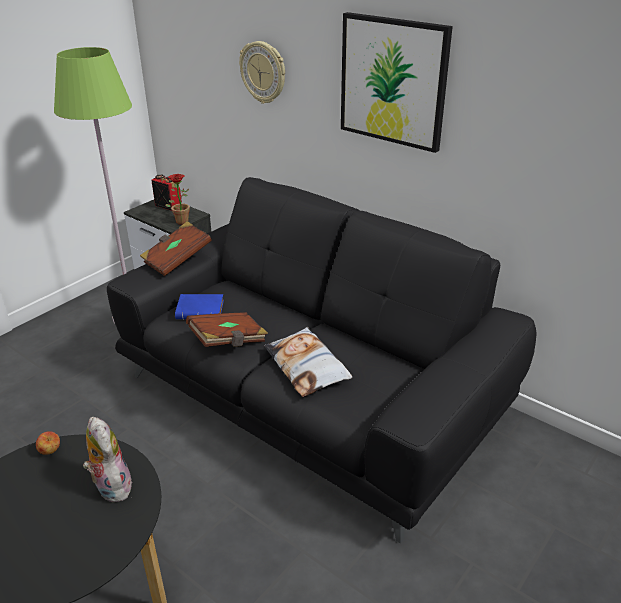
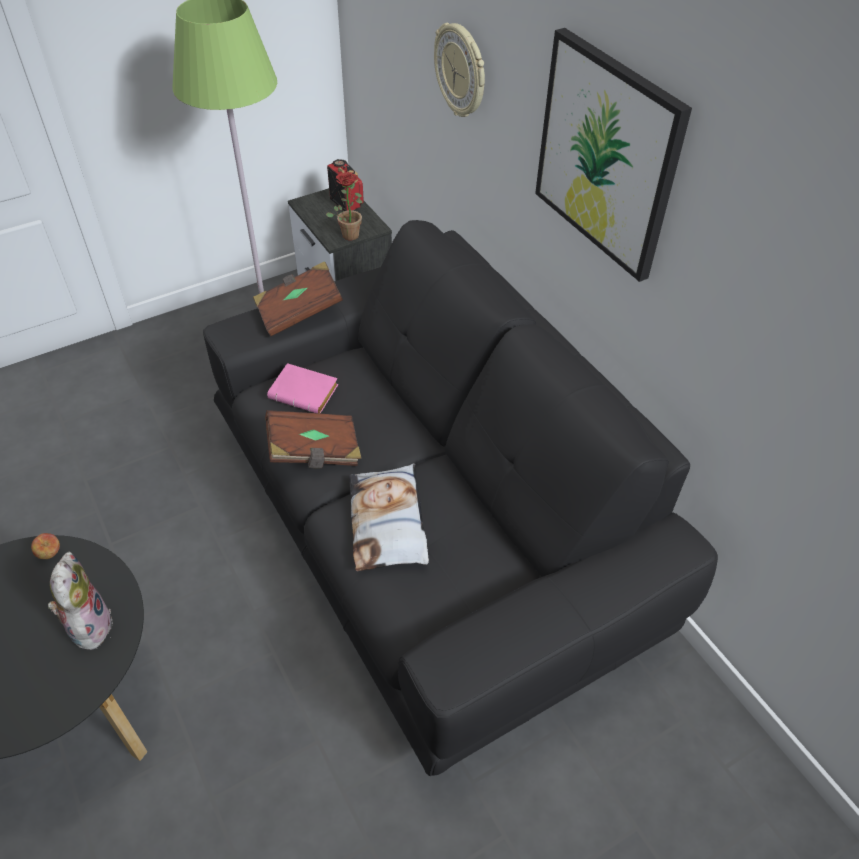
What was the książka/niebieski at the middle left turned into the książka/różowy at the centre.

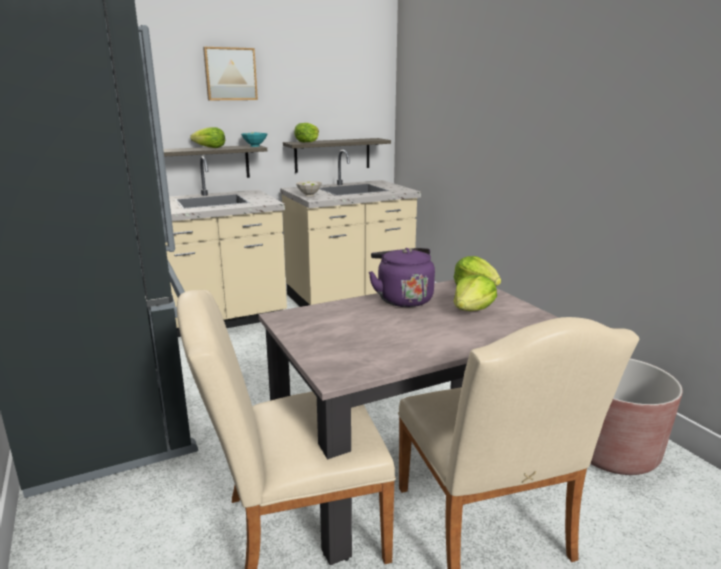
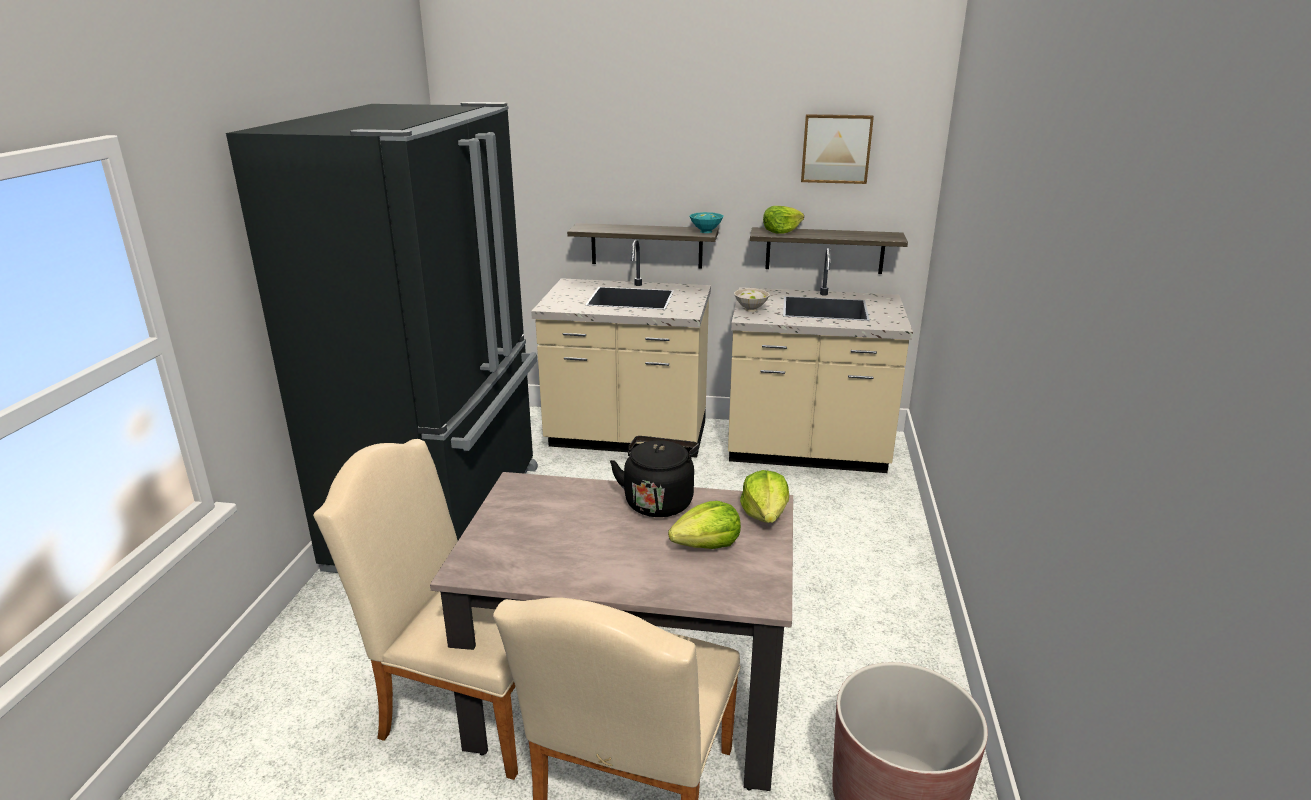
The second view lost the sałata (1st from left) at the top left.
The obraz ended up elsewhere, having gone from the top left to the top centre.
What was the czajnik/fioletowy at the centre turned into the czajnik/czarny at the centre.

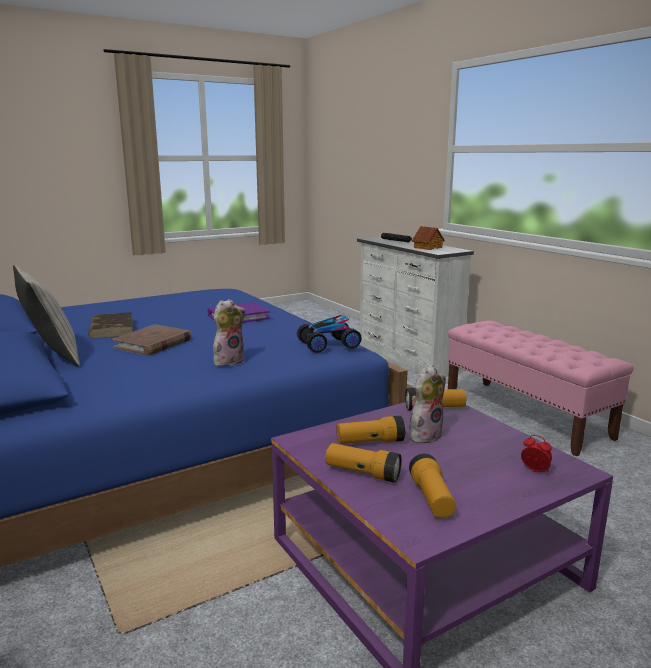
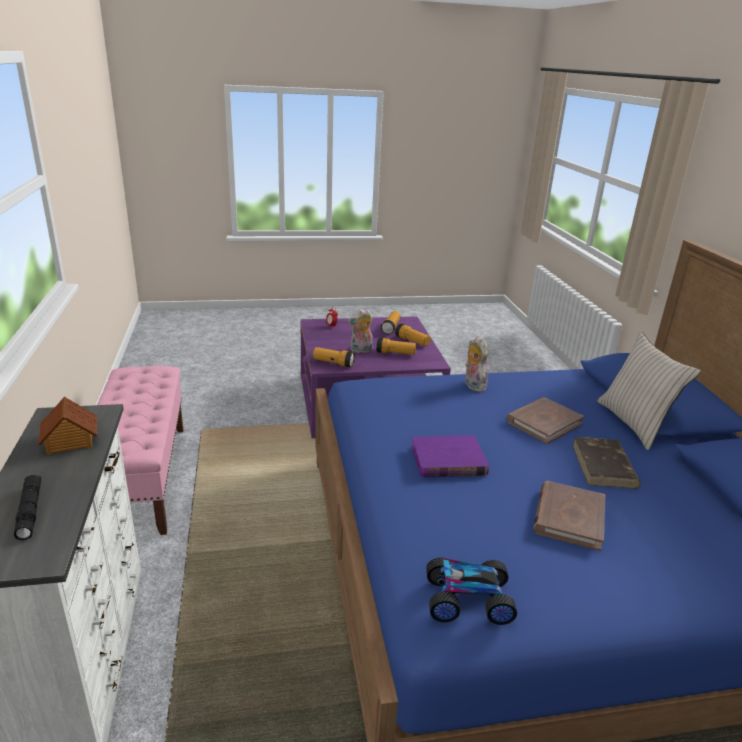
The second view gained the książka/brązowy (2nd from left) at the bottom right.
The samochodzik ended up elsewhere, having gone from the centre to the bottom centre.
The pluszak (1st from left in the first image) at the centre ended up facing another way, 90 degrees clockwise from before.

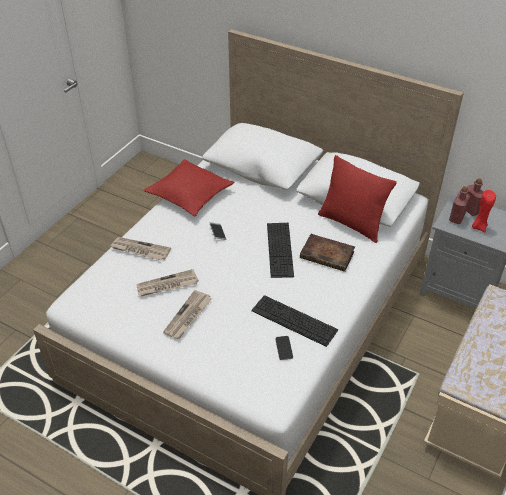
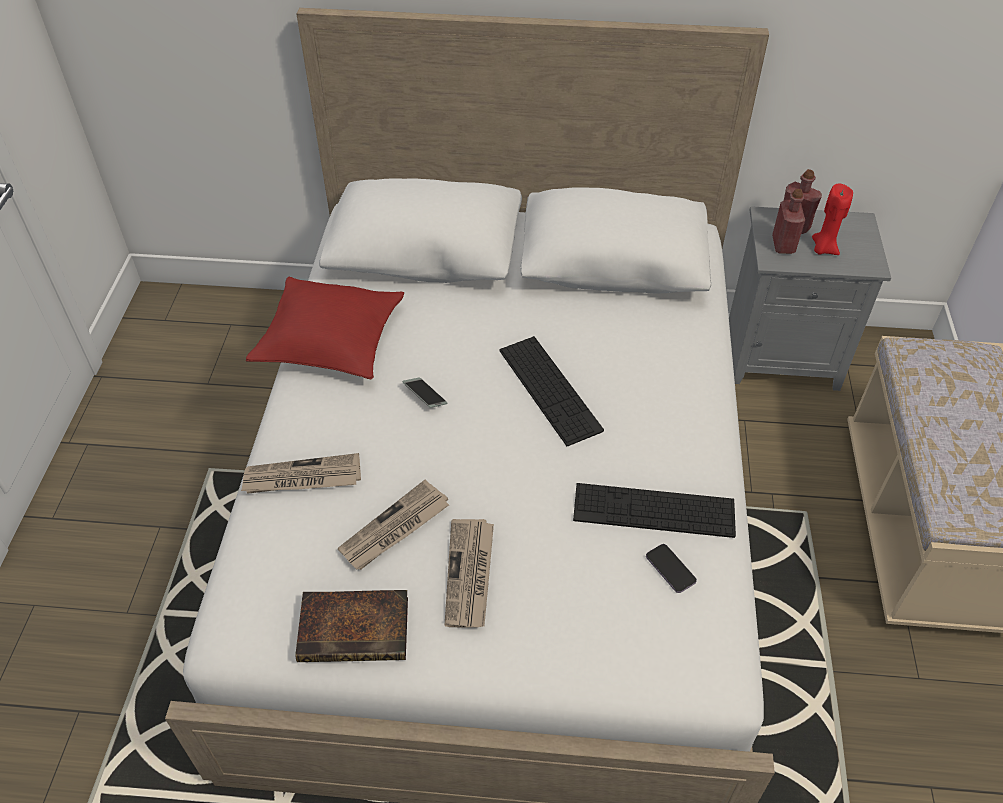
The second view lost the poduszka/czerwony (2nd from left) at the middle right.
The książka ended up elsewhere, having gone from the centre to the bottom centre.

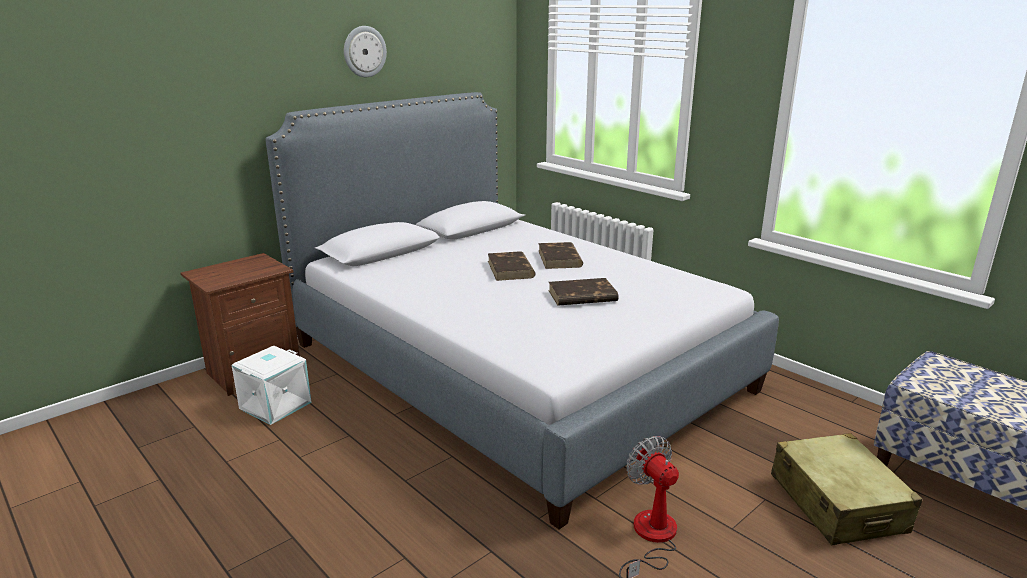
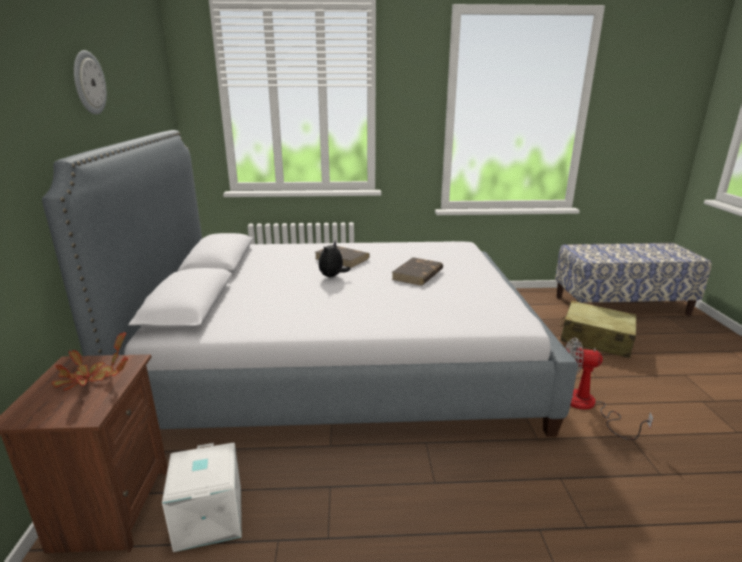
The second view gained the roślina doniczkowa at the middle left.
Where the książka/brązowy (1st from left) stood at the centre, the pluszak came to stand at the centre.

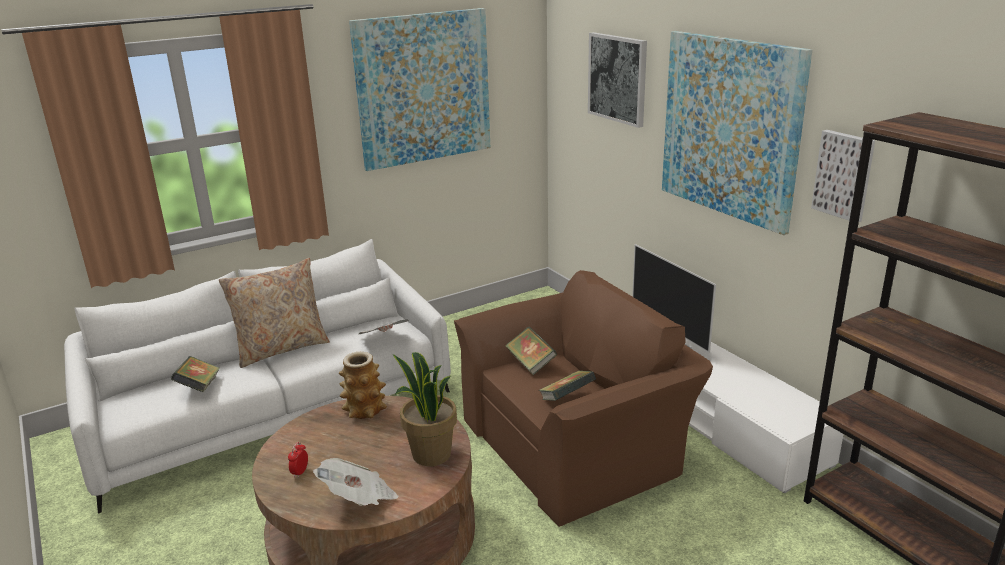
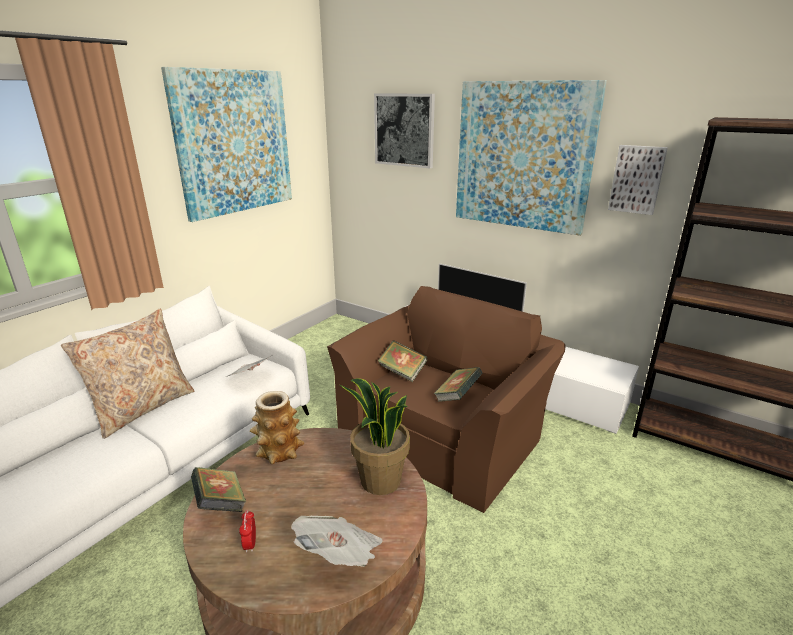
The książka (1st from left) ended up elsewhere, having gone from the middle left to the bottom left.

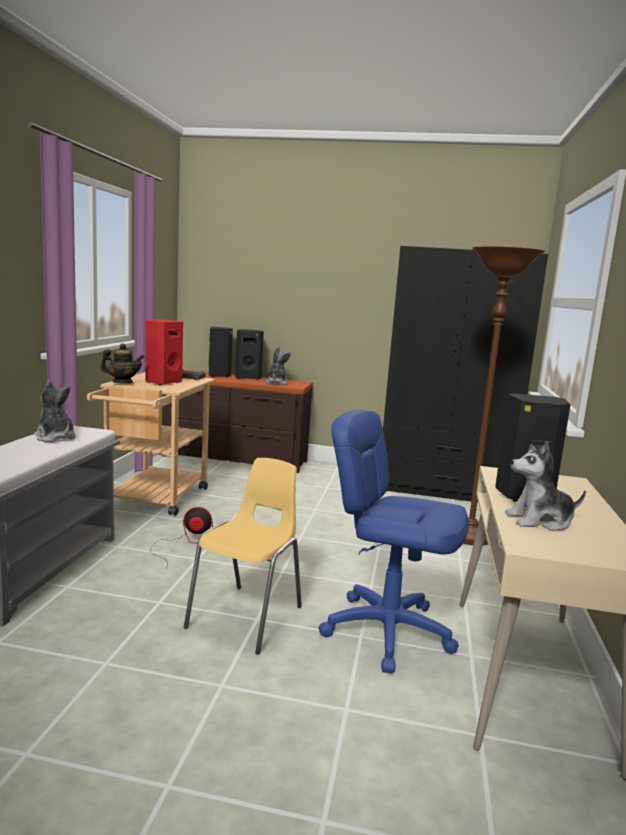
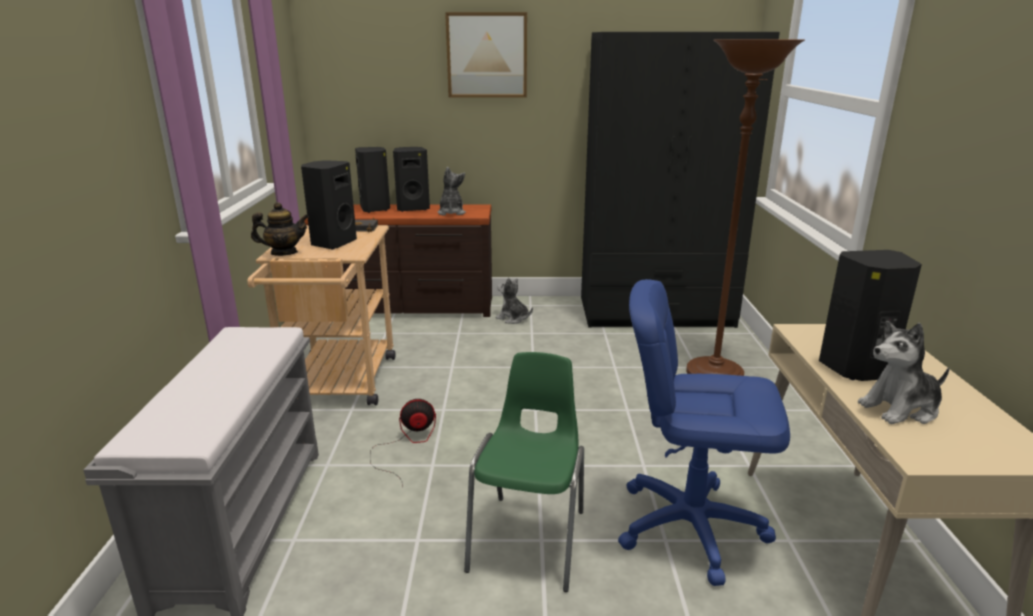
The second view gained the obraz at the top centre.
The pluszak (1st from left in the first image) ended up elsewhere, having gone from the middle left to the centre.
What was the głośnik/czerwony at the middle left turned into the głośnik/czarny (1st from left) at the top left.
What was the krzesło/żółty at the centre turned into the krzesło/zielony at the bottom centre.

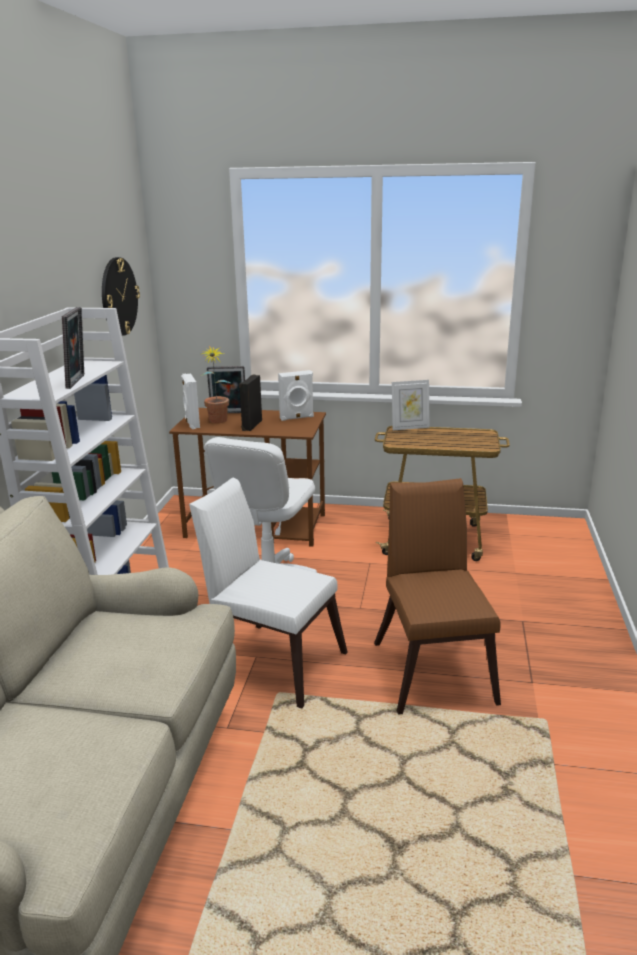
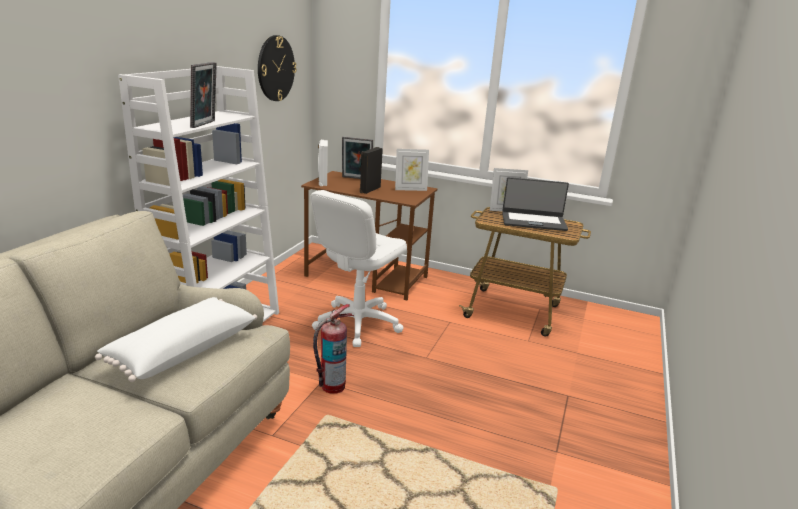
The second view lost the roślina doniczkowa at the centre.
The second view lost the krzesło/brązowy at the middle right.
The second view gained the poduszka/biały at the middle left.
The second view gained the laptop at the middle right.
Where the krzesło/biały stood at the centre, the gaśnica came to stand at the bottom centre.
Where the głośnik/biały (2nd from left) stood at the centre, the ramka na zdjęcie (3rd from left) came to stand at the centre.

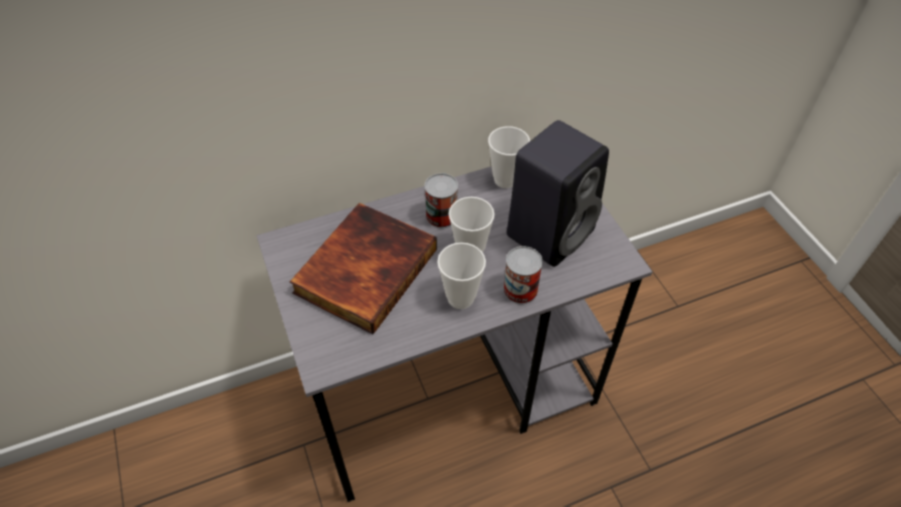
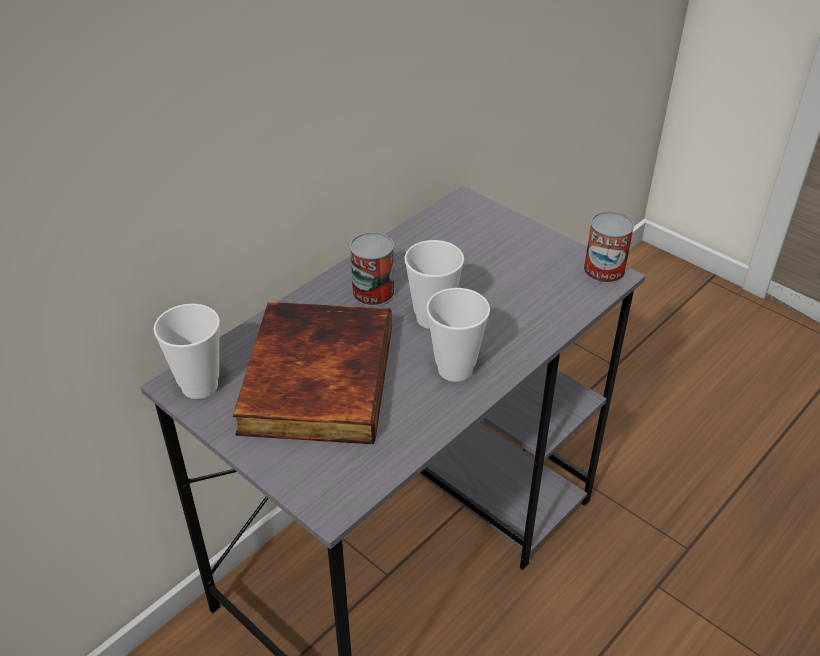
The second view lost the głośnik/czarny at the centre.
The filiżanka (3rd from left in the first image) ended up elsewhere, having gone from the top centre to the middle left.
The puszka (2nd from left) ended up elsewhere, having gone from the centre to the middle right.

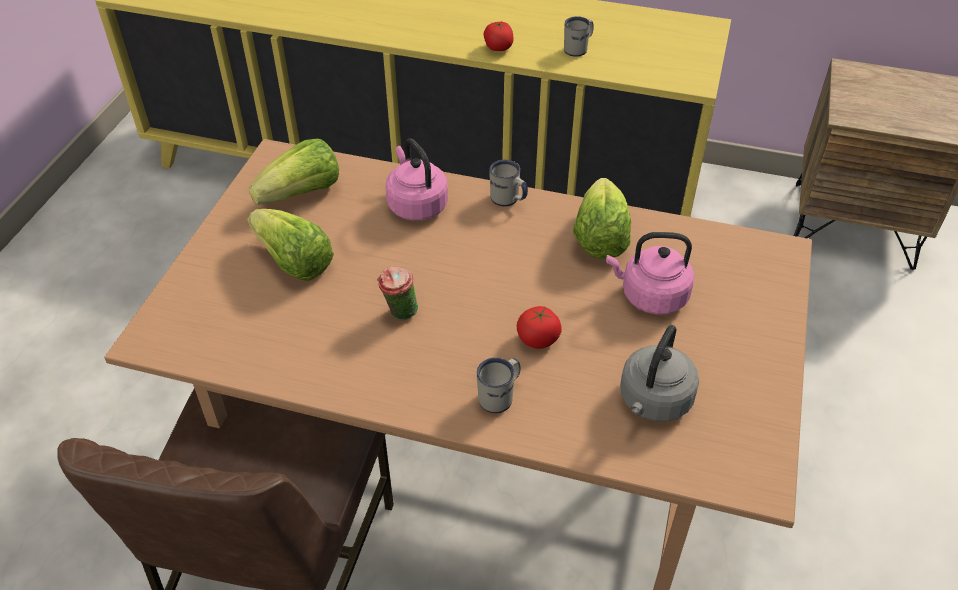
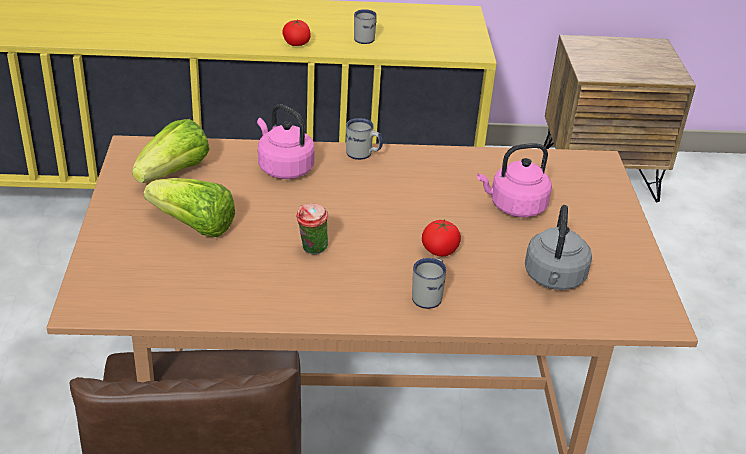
The second view lost the sałata (3rd from left) at the centre.

